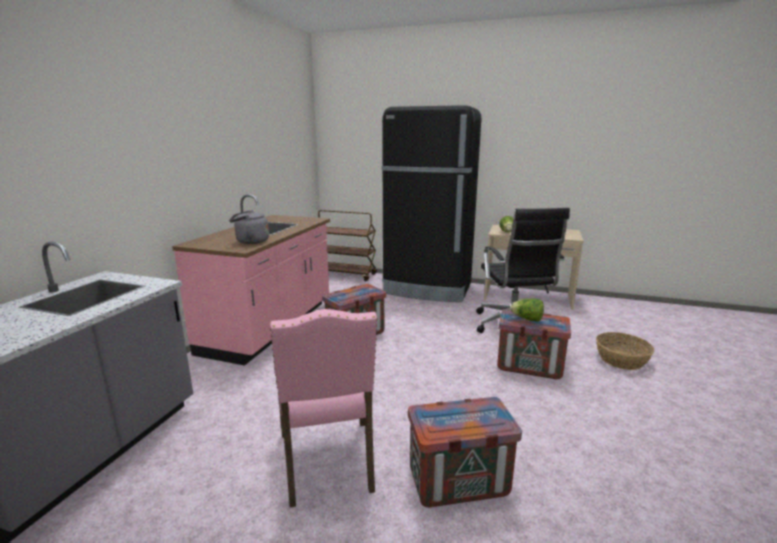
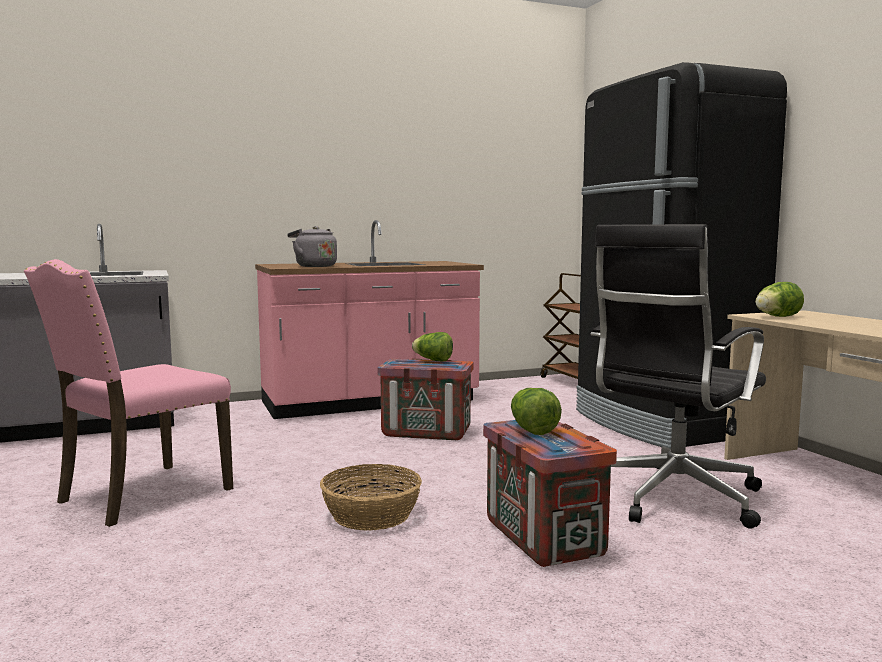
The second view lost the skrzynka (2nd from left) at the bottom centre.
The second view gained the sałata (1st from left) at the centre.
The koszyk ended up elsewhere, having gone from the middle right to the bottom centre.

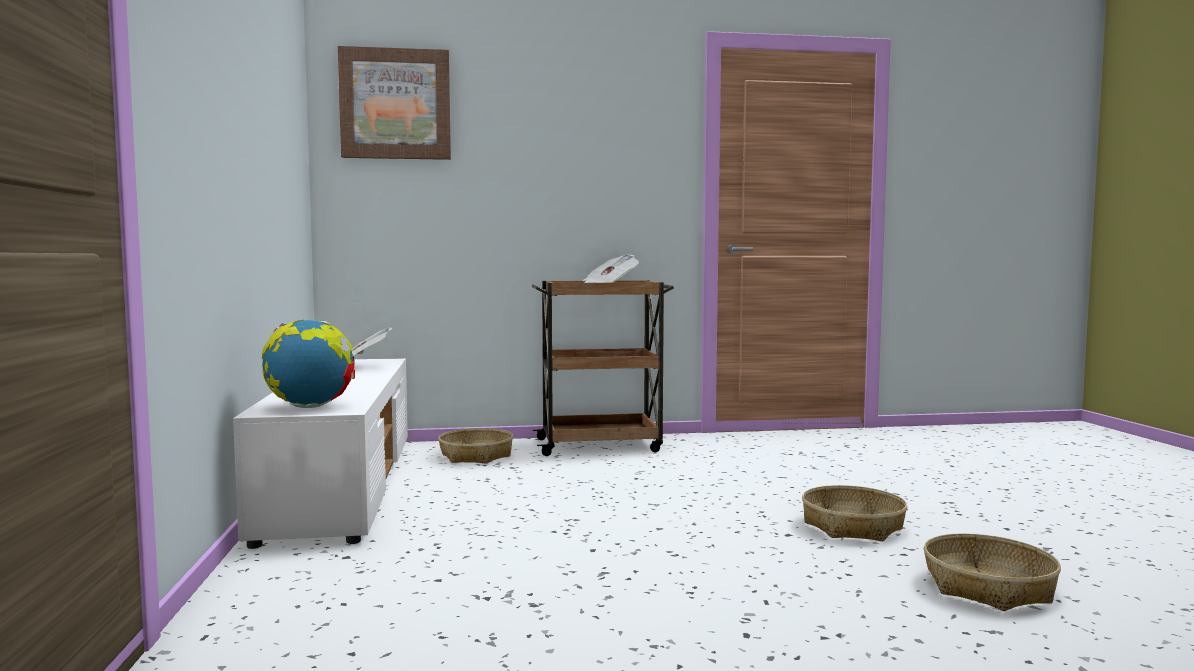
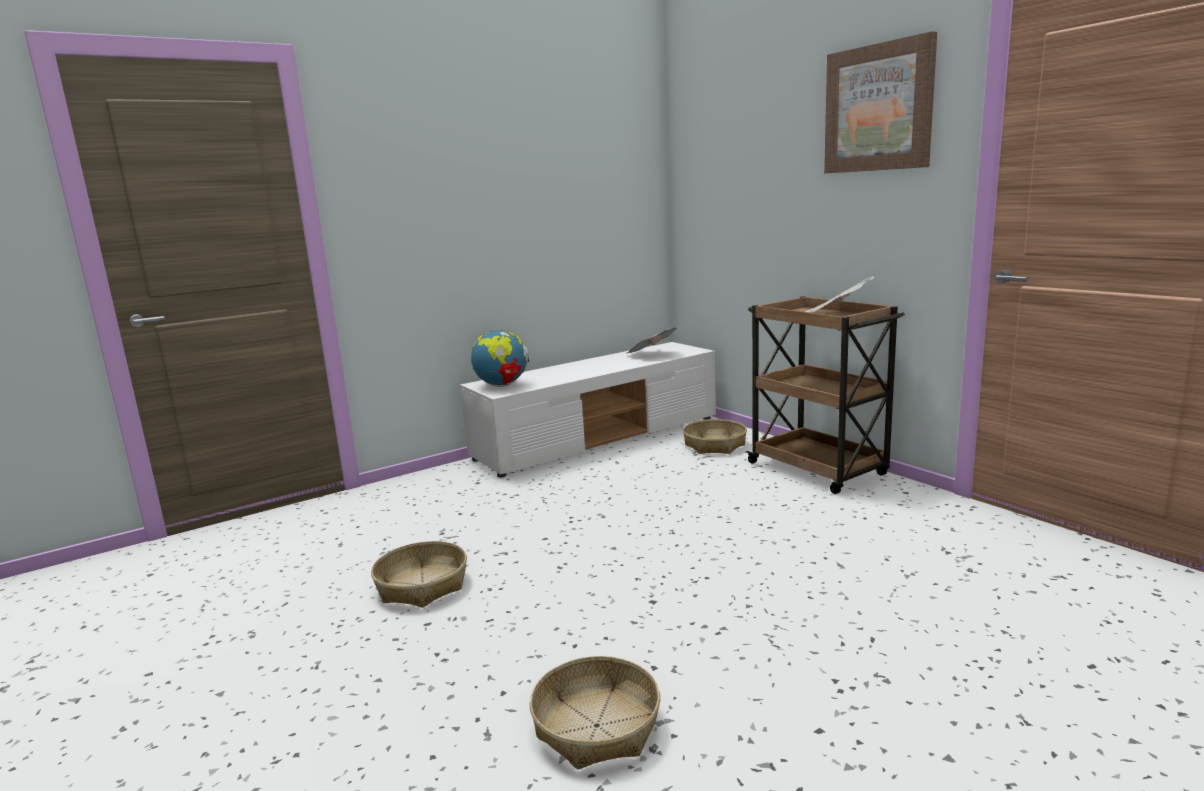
The obraz ended up elsewhere, having gone from the top left to the top right.
The koszyk (2nd from left in the first image) ended up elsewhere, having gone from the bottom right to the bottom centre.

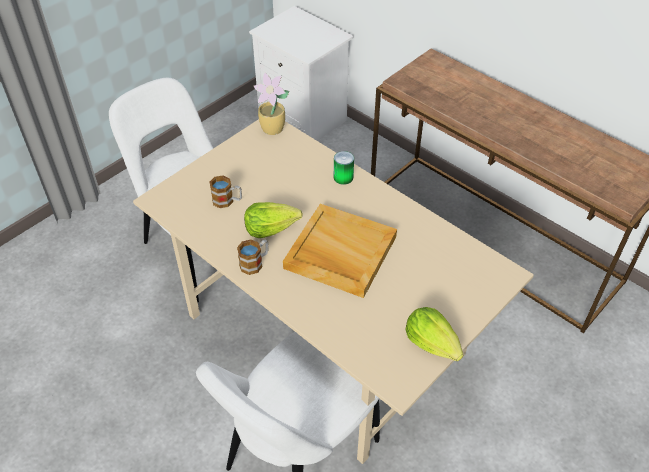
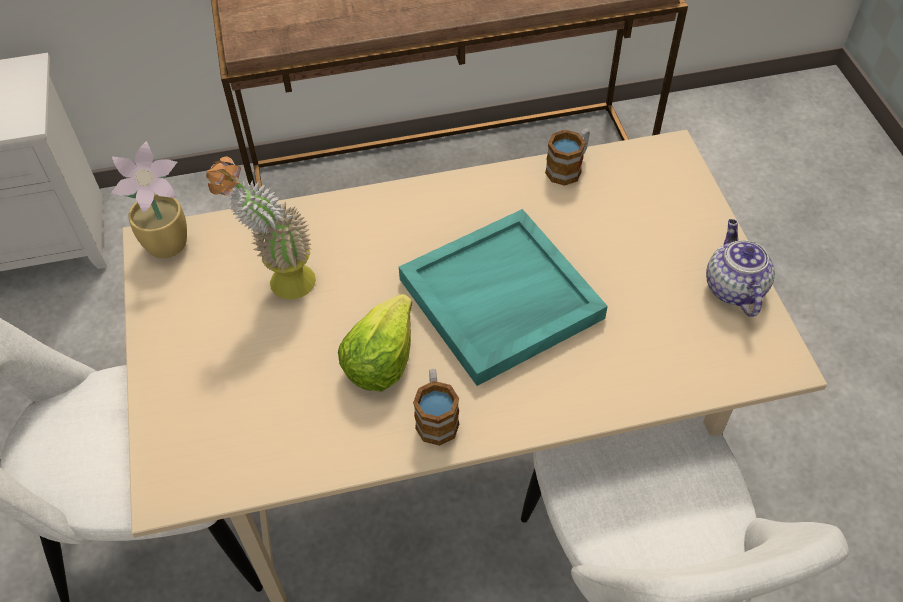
The second view lost the puszka at the centre.
The second view gained the roślina doniczkowa (2nd from left) at the middle left.
The kubek (1st from left in the first image) ended up elsewhere, having gone from the centre to the top centre.
Where the sałata (2nd from left) stood at the bottom right, the imbryk came to stand at the middle right.
What was the taca/beżowy at the centre turned into the taca/turkusowy at the centre.

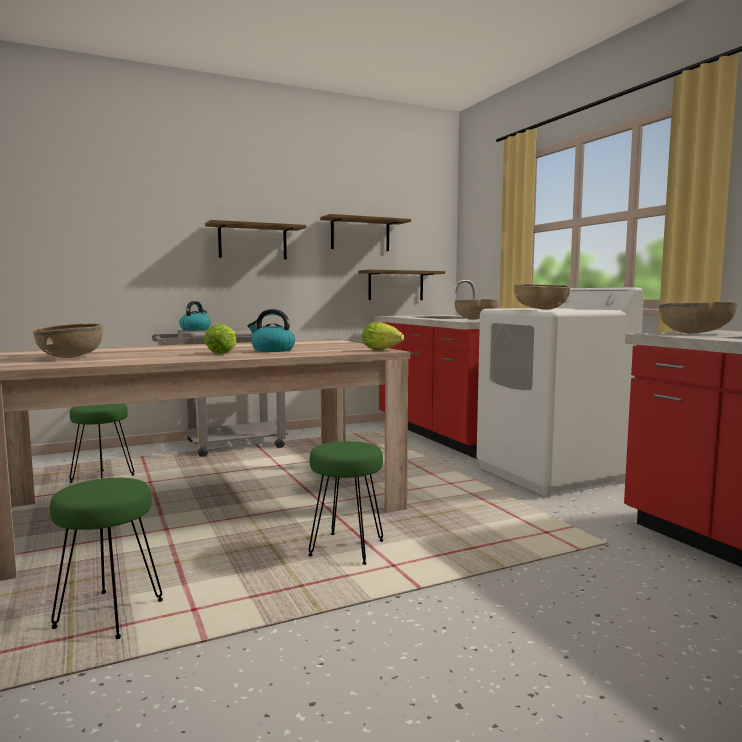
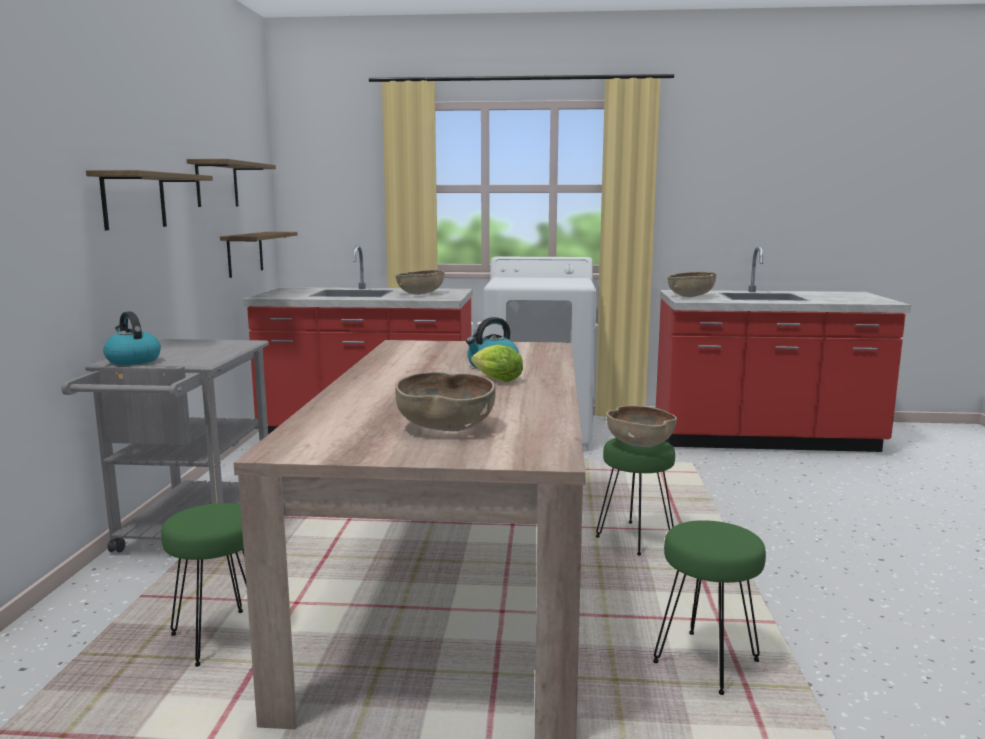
The second view lost the sałata (2nd from left) at the centre.
The miska/brązowy (3rd from left) ended up elsewhere, having gone from the middle right to the centre.

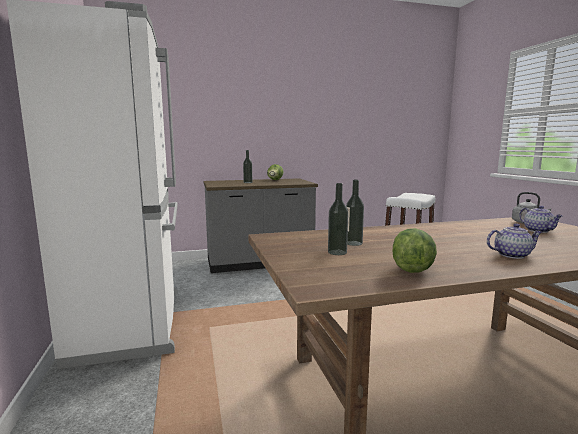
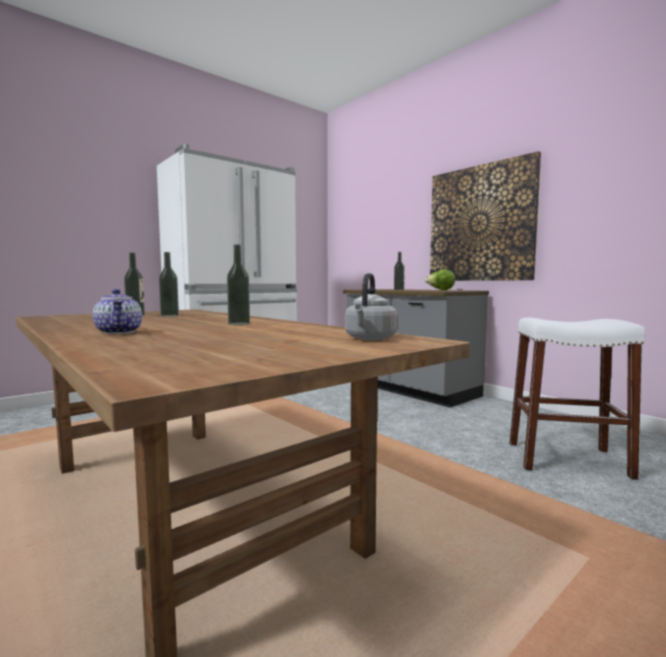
The second view lost the sałata (2nd from left) at the middle right.
The second view lost the imbryk (2nd from left) at the middle right.
The second view gained the butelka (3rd from left) at the centre.
The second view gained the obraz at the top right.

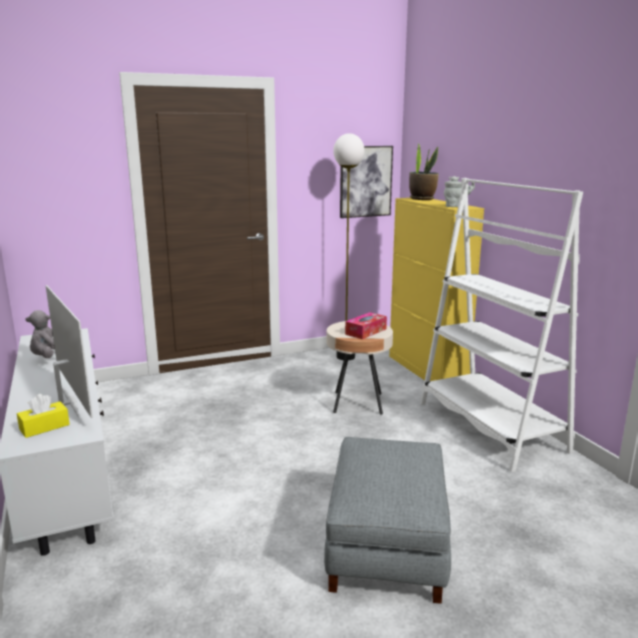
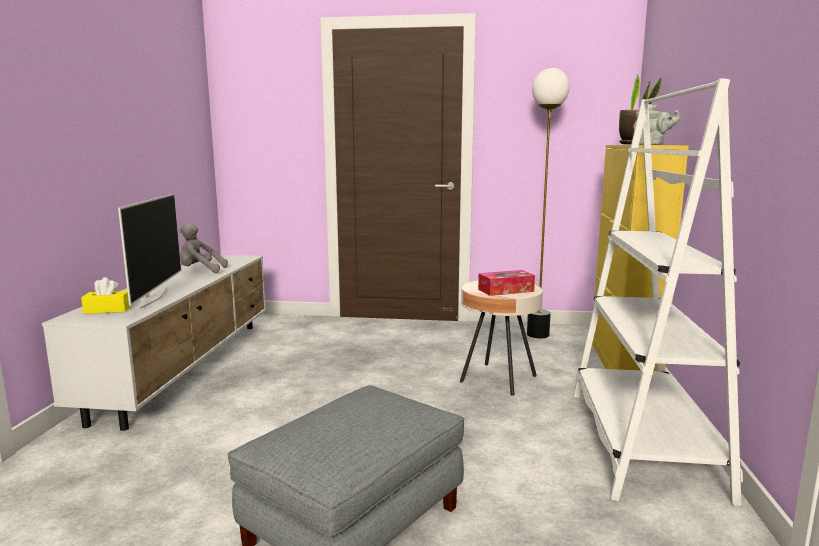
The second view lost the obraz at the top centre.

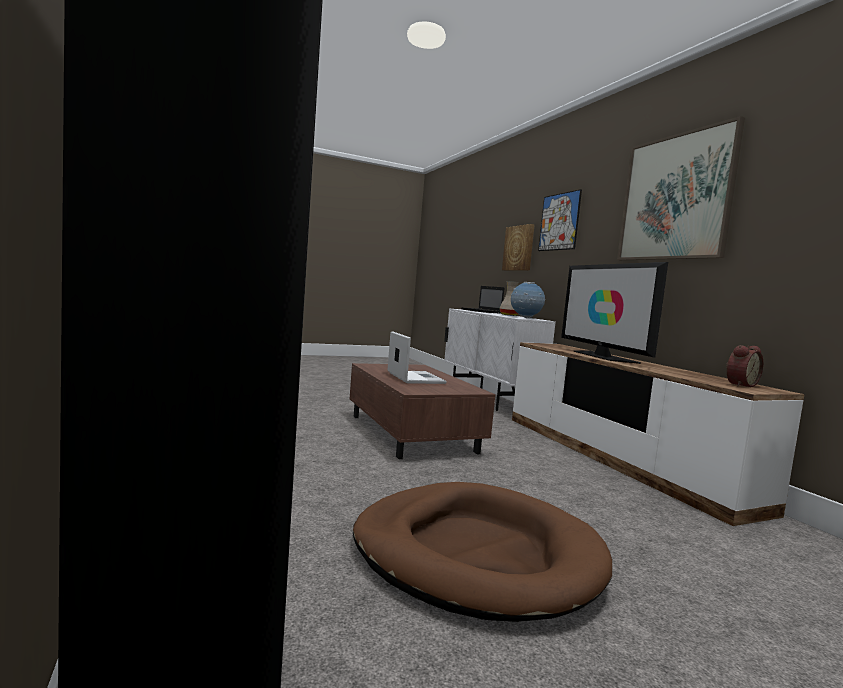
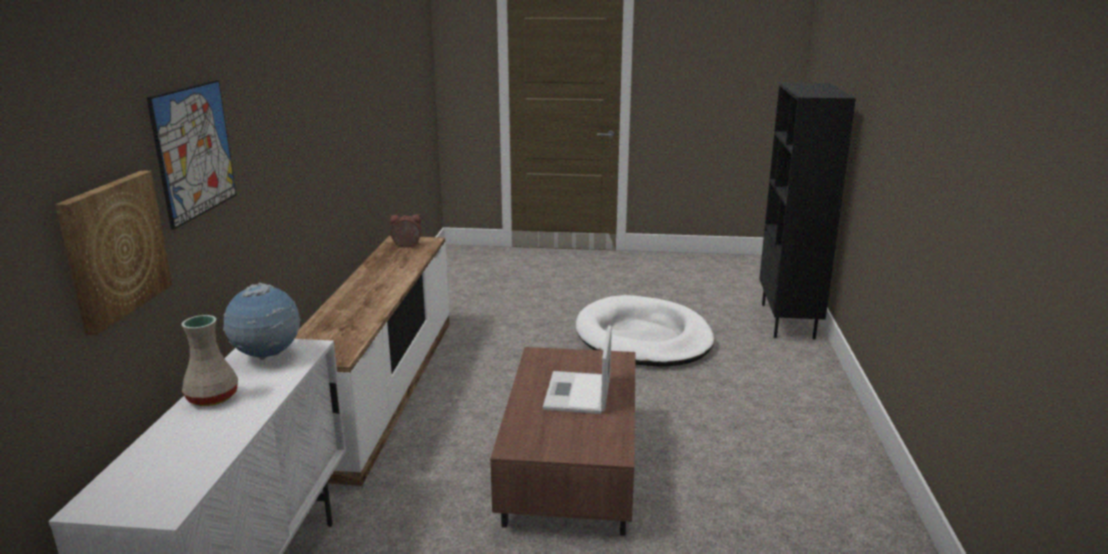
The second view lost the laptop (2nd from left) at the centre.
The second view lost the telewizor at the middle right.
The second view lost the obraz (3rd from left) at the top right.
What was the legowisko/brązowy at the bottom centre turned into the legowisko/biały at the centre.

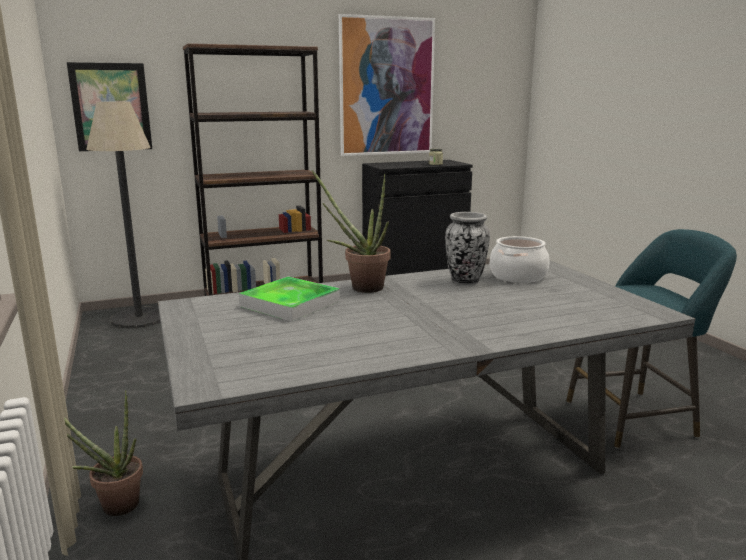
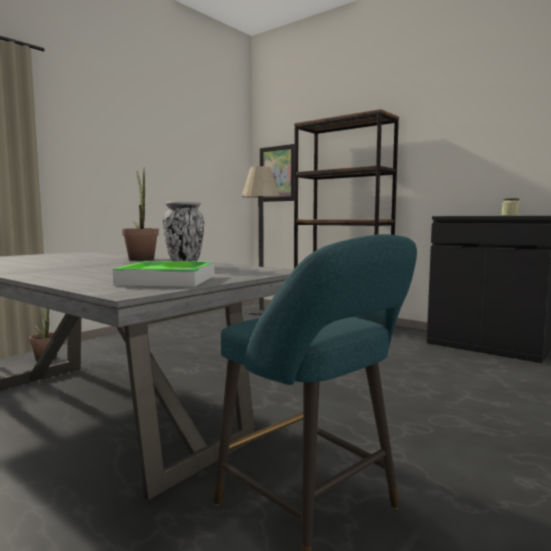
The second view lost the obraz (2nd from left) at the top centre.
The second view lost the garnek at the middle right.
The taca ended up elsewhere, having gone from the centre to the middle left.

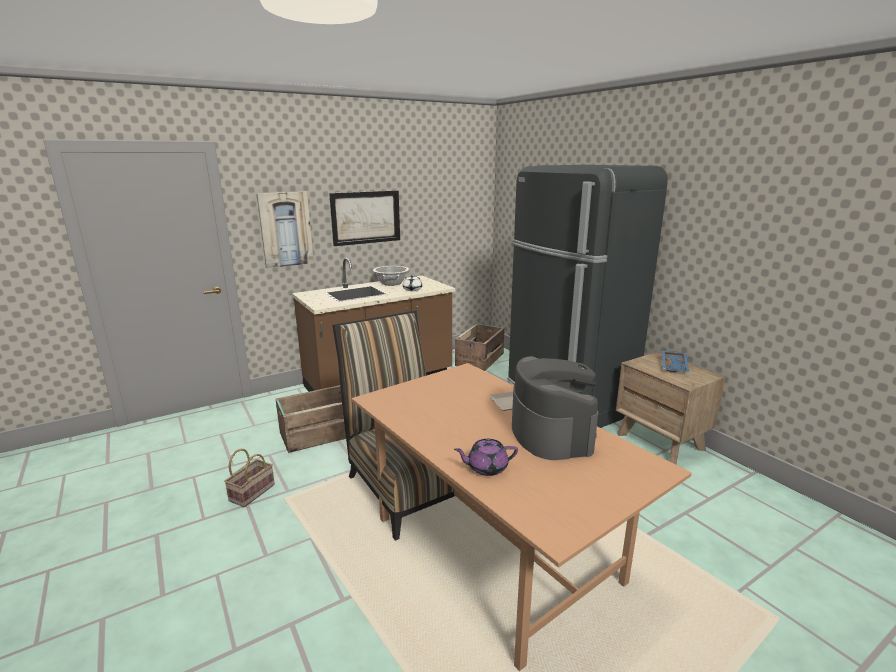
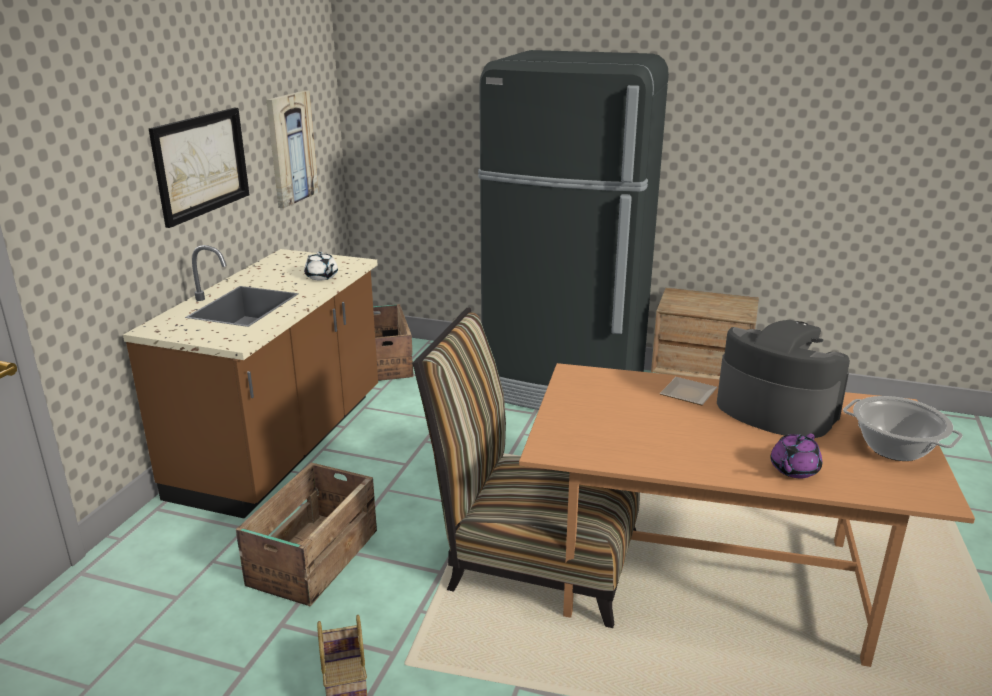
The second view lost the taca/niebieski at the middle right.
The obraz (1st from left in the first image) ended up elsewhere, having gone from the middle left to the top left.
The garnek ended up elsewhere, having gone from the centre to the middle right.

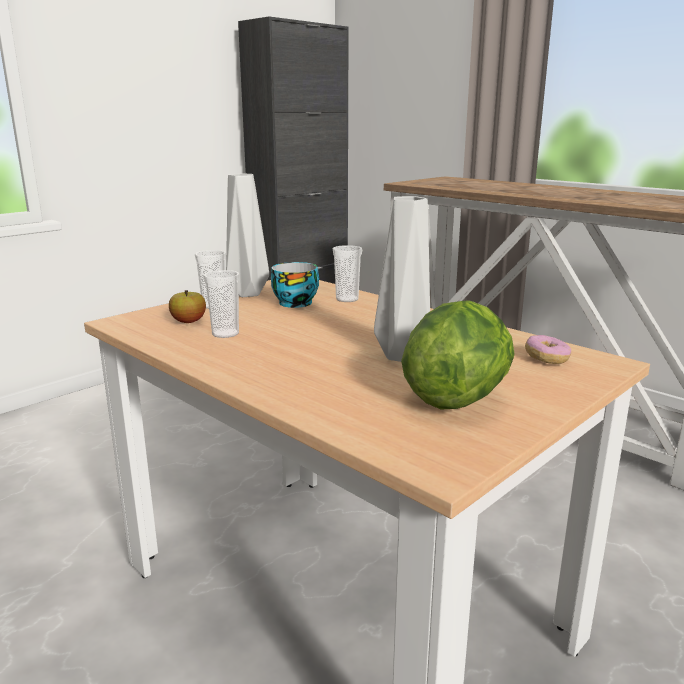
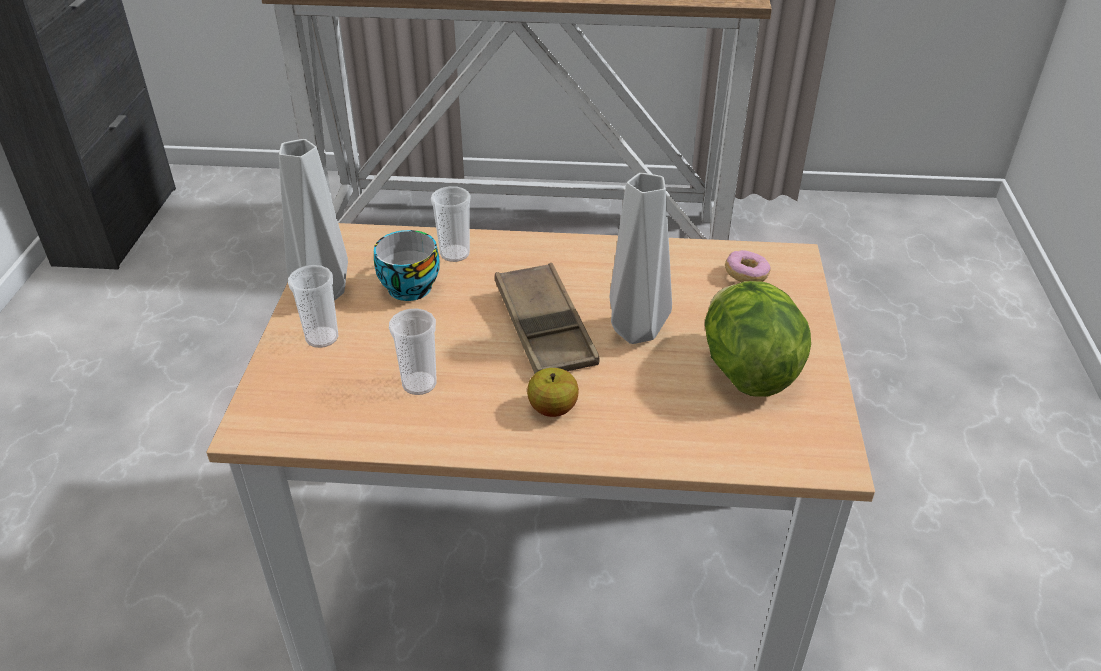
The second view gained the taca/brązowy at the centre.
The jabłko ended up elsewhere, having gone from the middle left to the centre.

